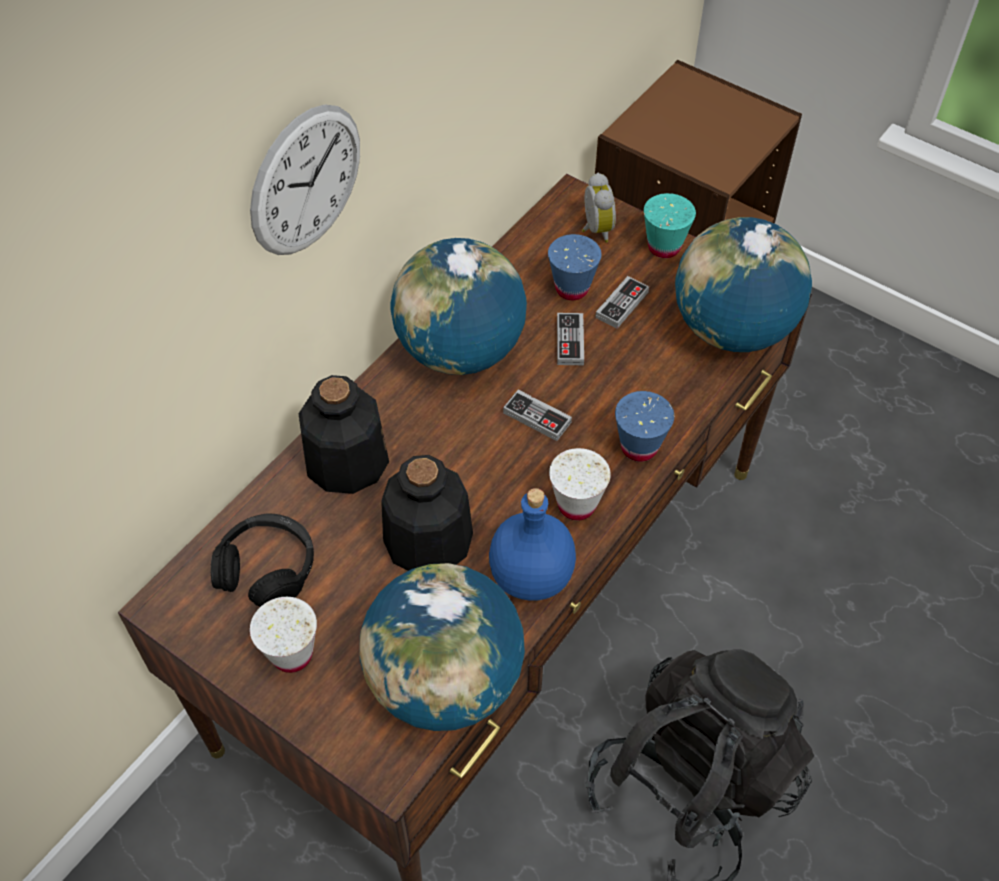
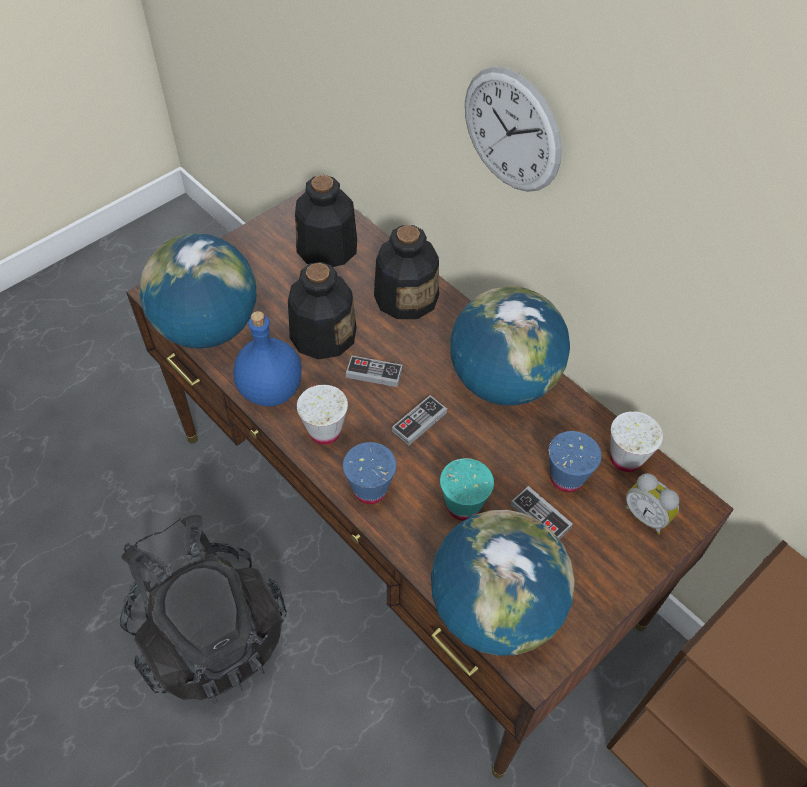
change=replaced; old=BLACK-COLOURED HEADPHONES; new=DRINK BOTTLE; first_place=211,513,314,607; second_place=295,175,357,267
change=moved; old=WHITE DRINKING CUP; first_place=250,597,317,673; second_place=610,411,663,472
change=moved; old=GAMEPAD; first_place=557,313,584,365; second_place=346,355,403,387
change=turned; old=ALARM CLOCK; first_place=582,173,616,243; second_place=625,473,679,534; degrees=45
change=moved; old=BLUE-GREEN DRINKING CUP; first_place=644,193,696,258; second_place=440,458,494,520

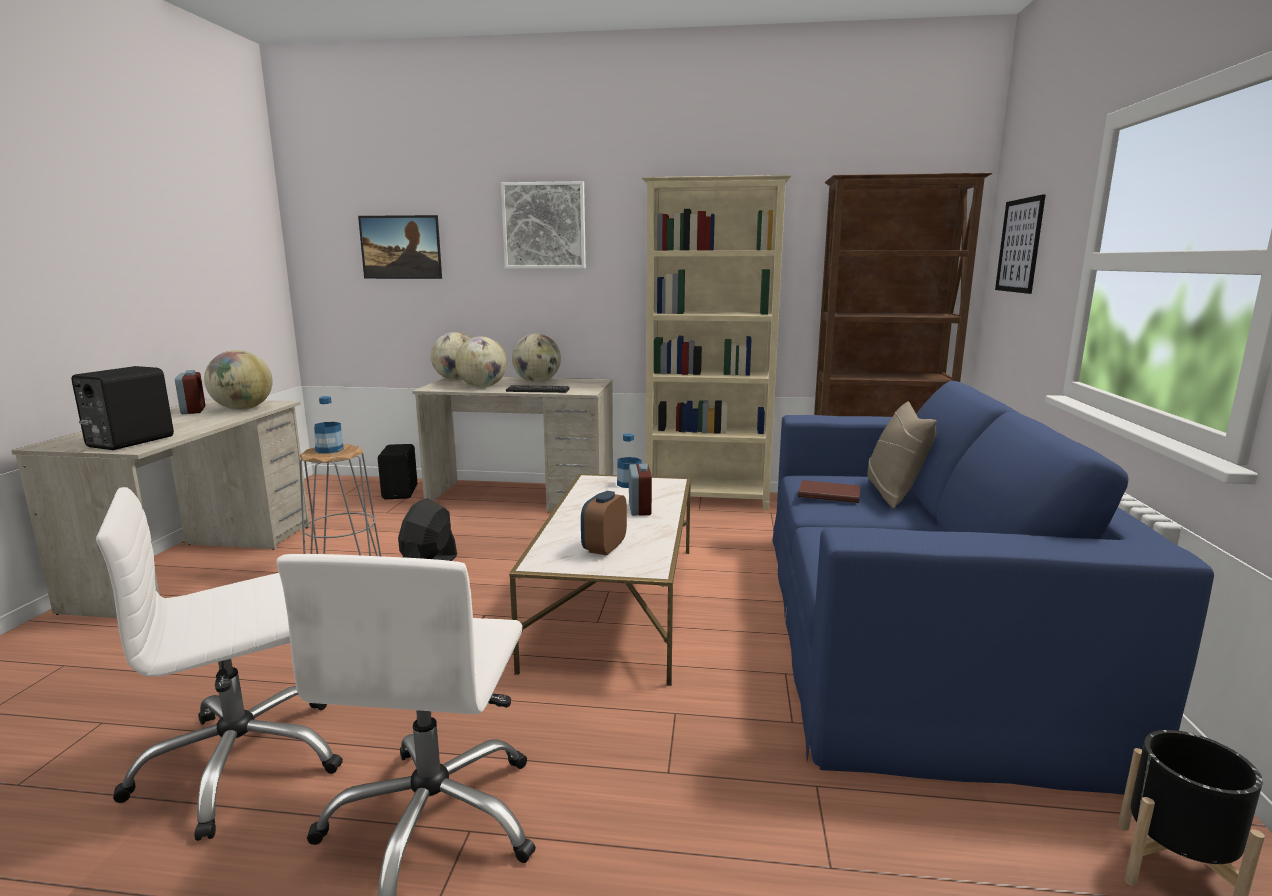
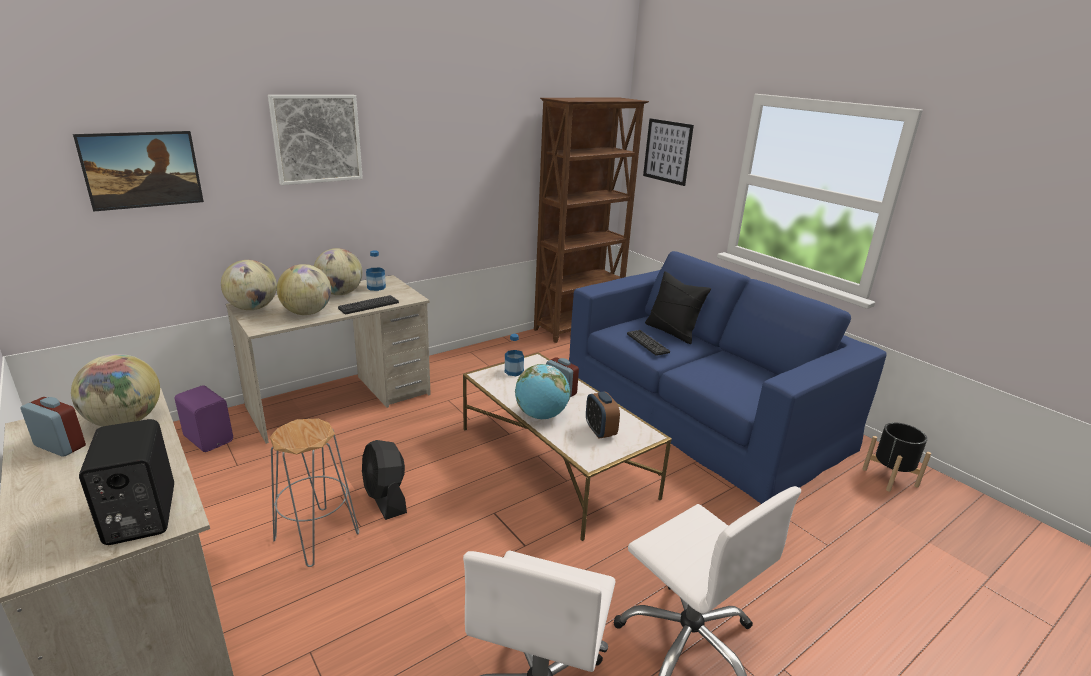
change=moved; old=DRINK BOTTLE; first_place=314,396,344,453; second_place=366,251,386,291
change=recoloured; old=BLACK-COLOURED SPEAKER; new=PURPLISH SPEAKER; first_place=378,444,417,499; second_place=175,385,233,452
change=removed; old=BEIGE BOOKSHELF; first_place=642,175,791,510
change=replaced; old=BROWN VOLUME; new=PC KEYBOARD; first_place=798,480,860,503; second_place=627,330,670,356
change=recoloured; old=BEIGE PILLOW; new=BLACK-COLOURED PILLOW; first_place=868,401,936,509; second_place=645,271,711,344
change=added; new=WORLD GLOBE; second_place=515,364,570,419

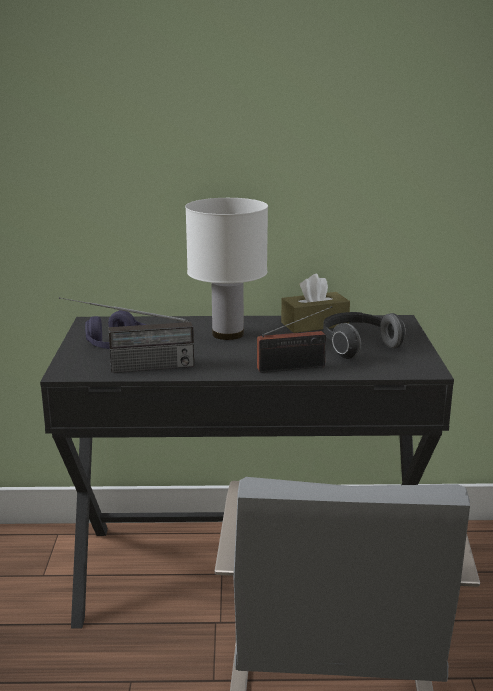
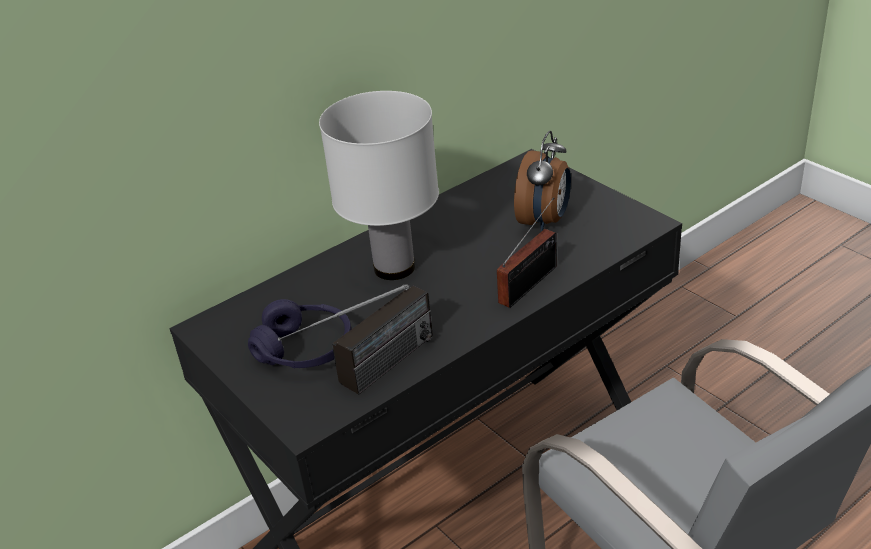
change=removed; old=BROWN BOX OF TISSUES; first_place=281,274,350,333
change=replaced; old=HEADPHONES; new=ALARM CLOCK; first_place=323,312,405,359; second_place=514,131,571,231

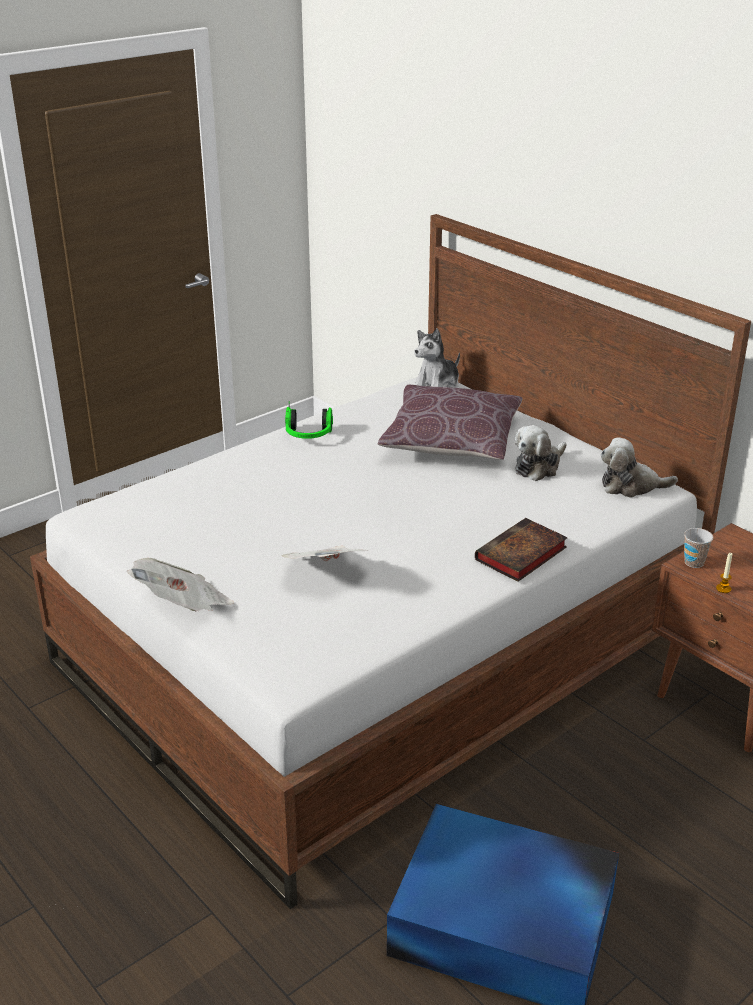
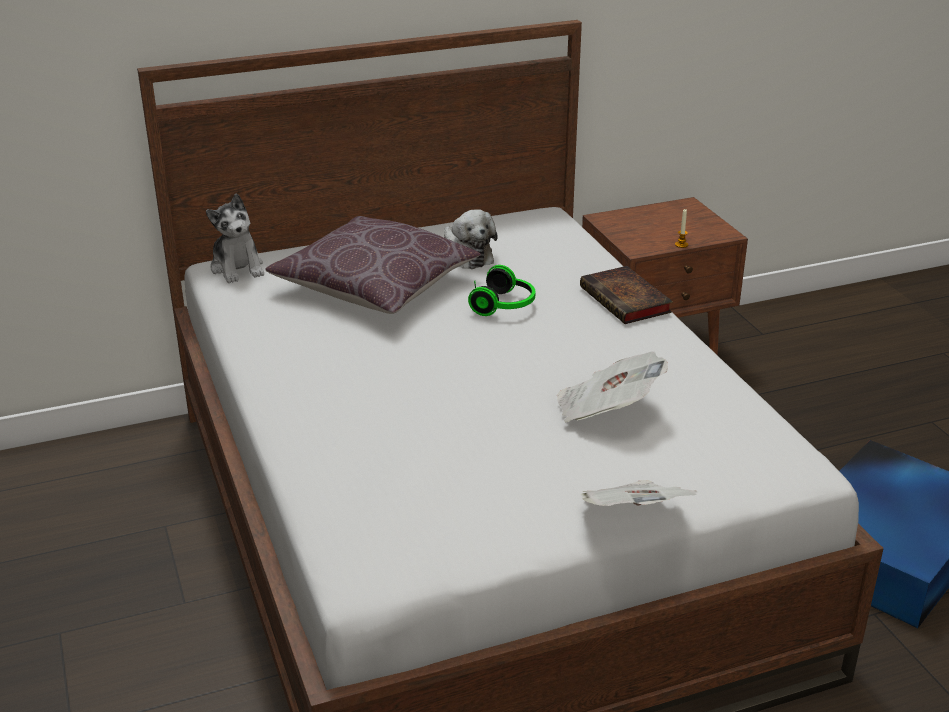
change=moved; old=HEADPHONES; first_place=285,401,333,439; second_place=468,265,535,316
change=removed; old=PLUSH TOY; first_place=600,437,678,498
change=removed; old=DRINKING CUP; first_place=684,528,713,568

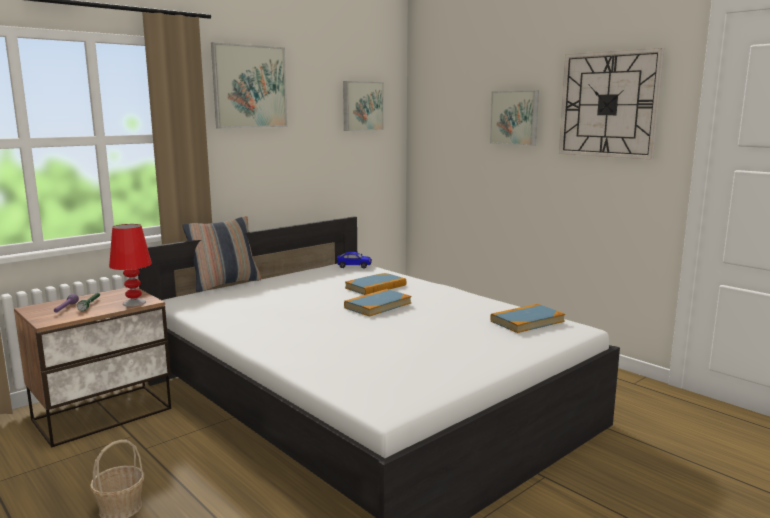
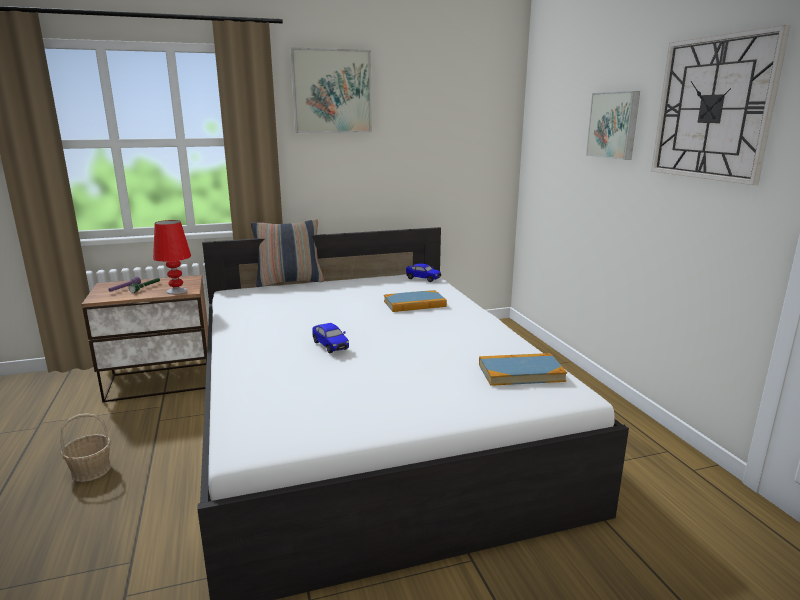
change=removed; old=PICTURE; first_place=343,81,384,131
change=removed; old=VOLUME; first_place=344,289,411,317
change=added; new=TOY CAR; second_place=312,323,349,354

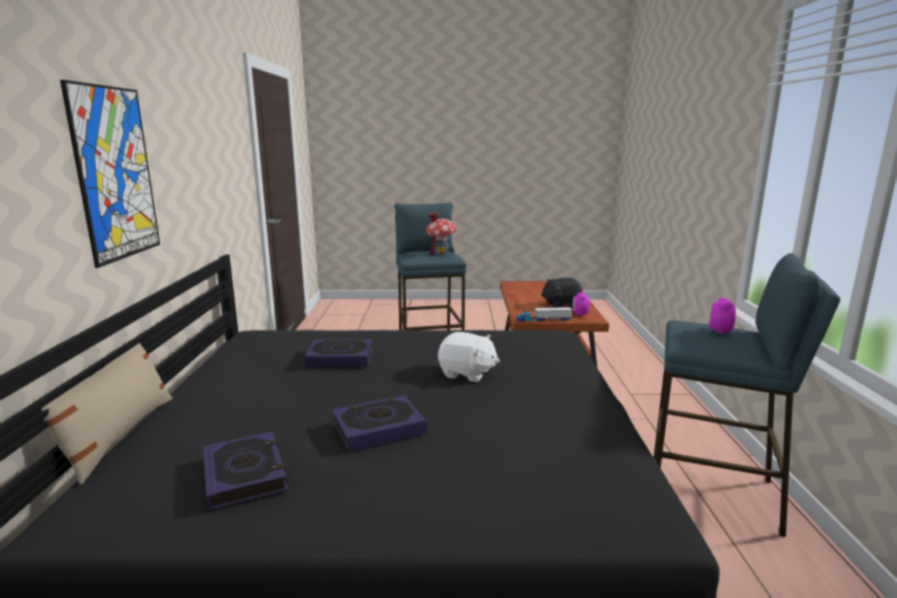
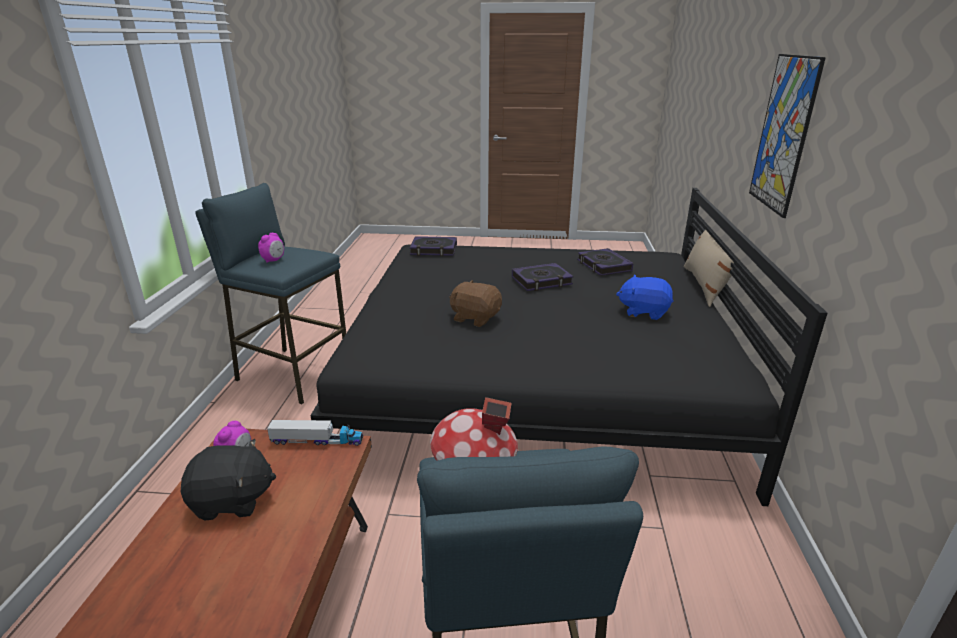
change=moved; old=VOLUME; first_place=304,338,373,367; second_place=409,236,457,256
change=recoloured; old=WHITE PLUSH TOY; new=BROWN PLUSH TOY; first_place=438,332,500,382; second_place=449,280,502,327
change=added; new=BLUISH PLUSH TOY; second_place=616,275,673,320

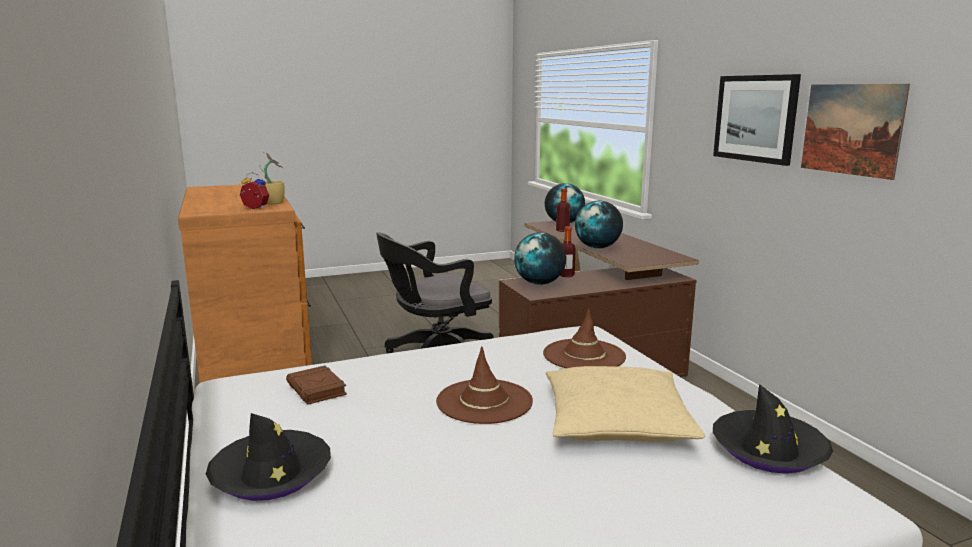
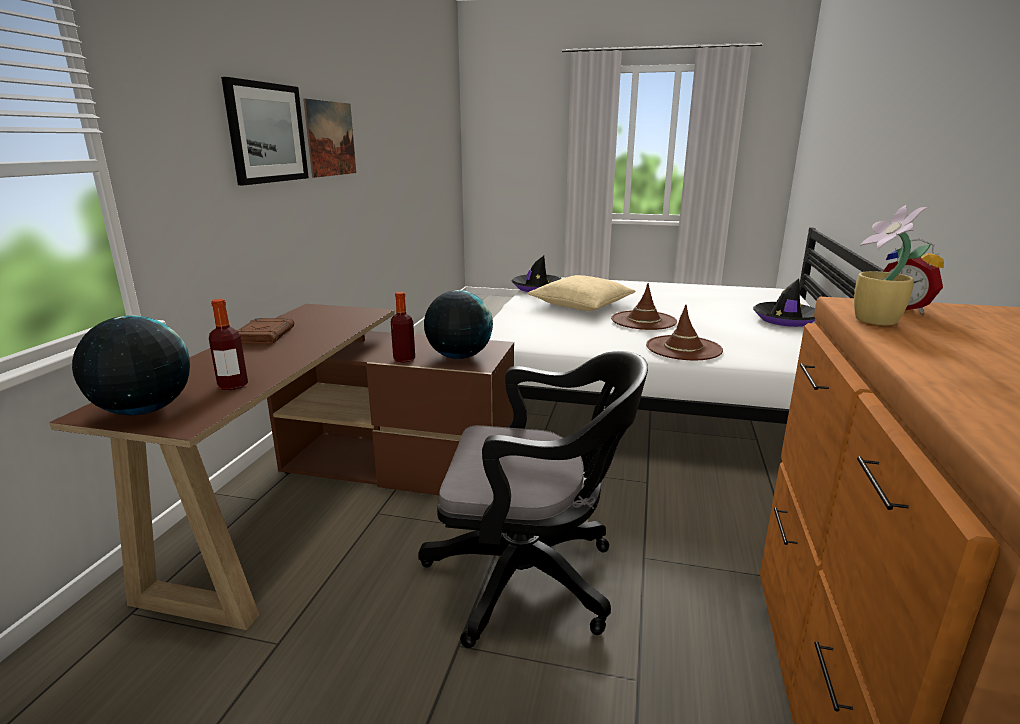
change=moved; old=BROWN VOLUME; first_place=286,366,347,405; second_place=237,318,294,344
change=moved; old=BROWN CLOTHING HAT; first_place=543,308,626,368; second_place=646,305,723,360
change=removed; old=WORLD GLOBE; first_place=575,200,623,248

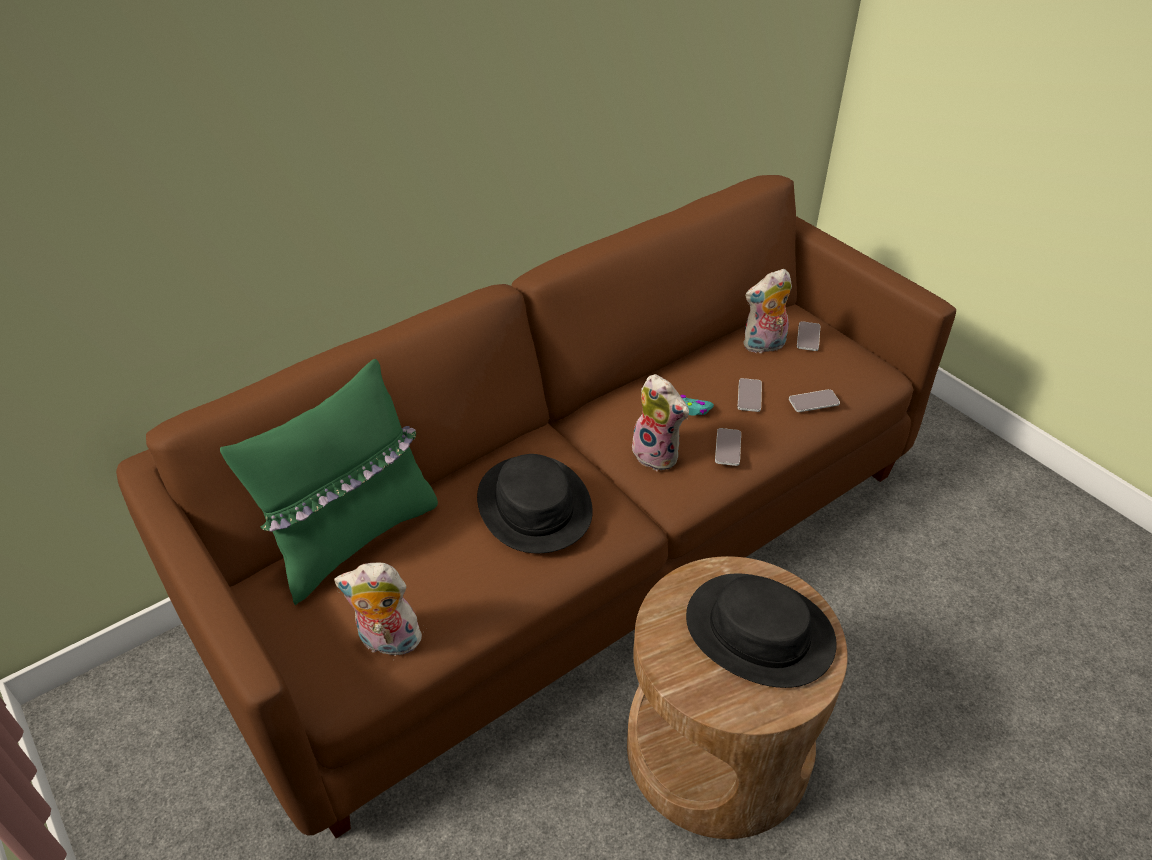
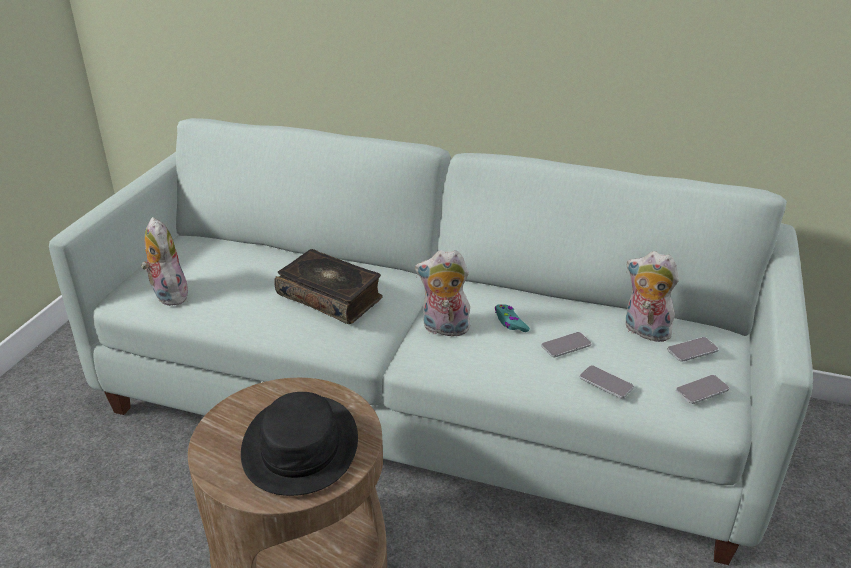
change=recoloured; old=BROWN SOFA; new=WHITE SOFA; first_place=116,175,956,838; second_place=49,118,813,565
change=removed; old=GREENISH PILLOW; first_place=220,359,438,605
change=replaced; old=BLACK-COLOURED CLOTHING HAT; new=VOLUME; first_place=477,454,593,553; second_place=274,249,383,324
change=turned; old=PLUSH TOY; first_place=632,374,689,471; second_place=415,250,472,336; degrees=90
change=moved; old=PHONE; first_place=715,428,741,466; second_place=676,375,729,404

